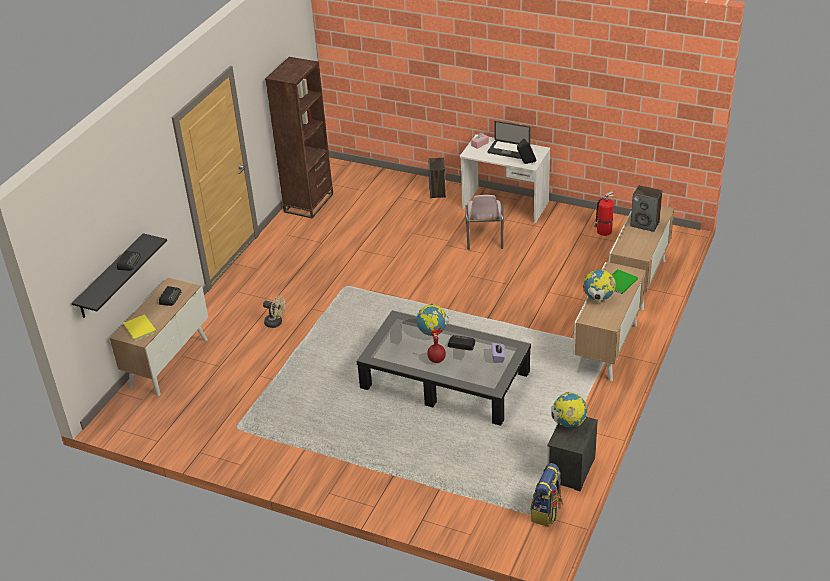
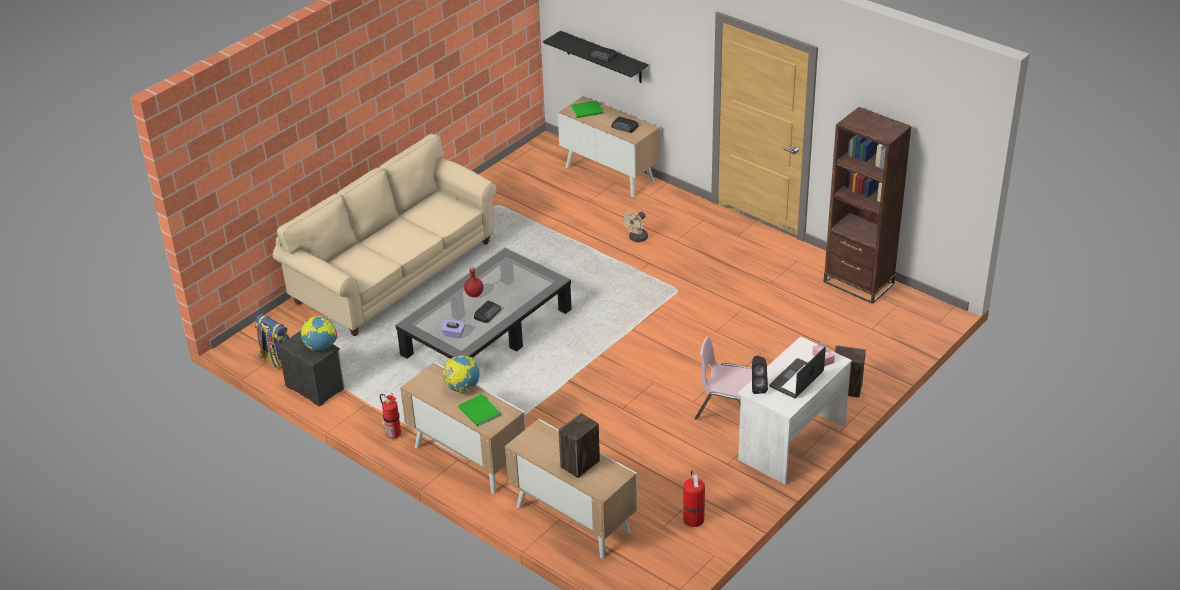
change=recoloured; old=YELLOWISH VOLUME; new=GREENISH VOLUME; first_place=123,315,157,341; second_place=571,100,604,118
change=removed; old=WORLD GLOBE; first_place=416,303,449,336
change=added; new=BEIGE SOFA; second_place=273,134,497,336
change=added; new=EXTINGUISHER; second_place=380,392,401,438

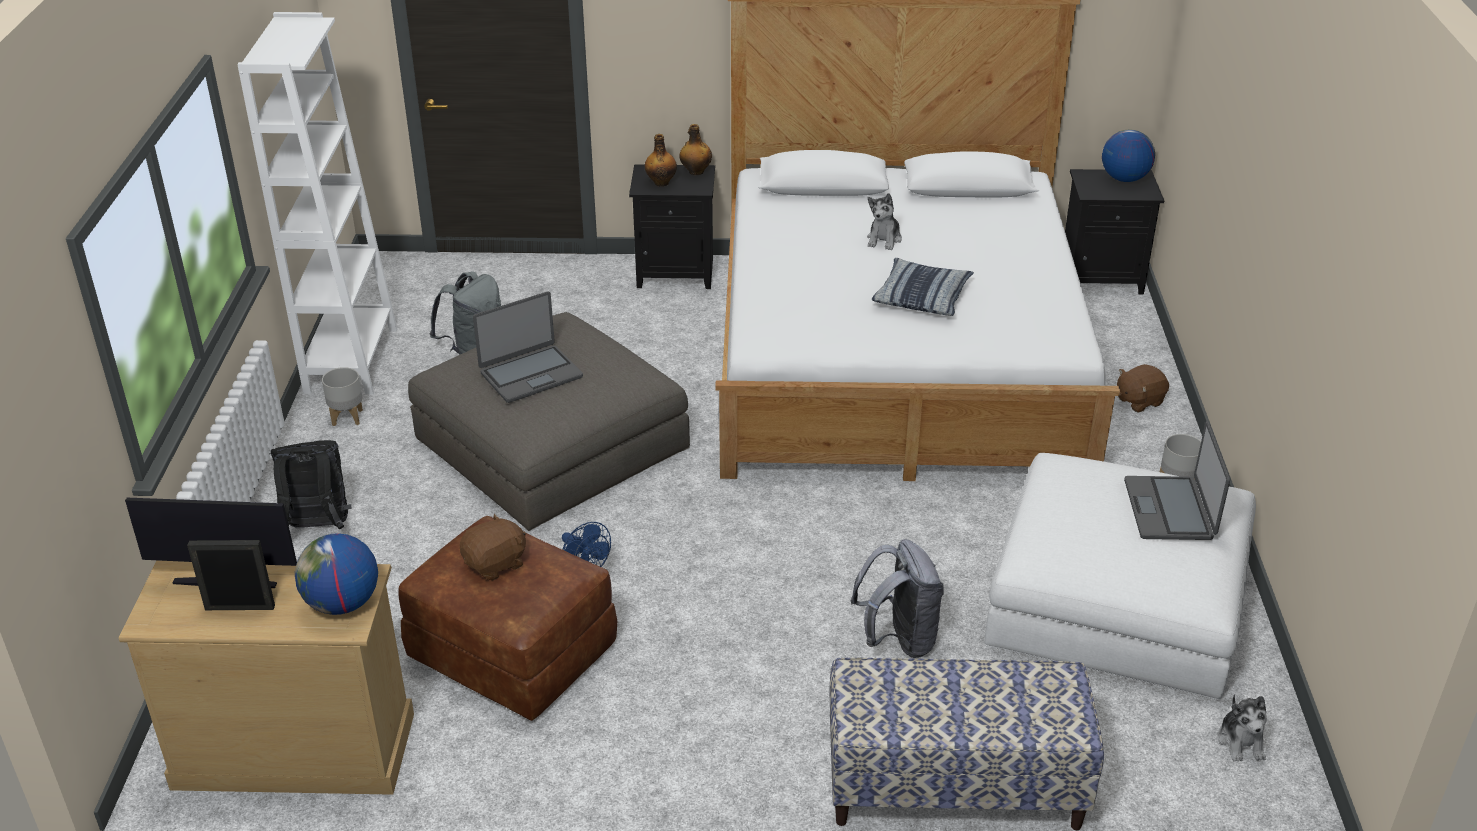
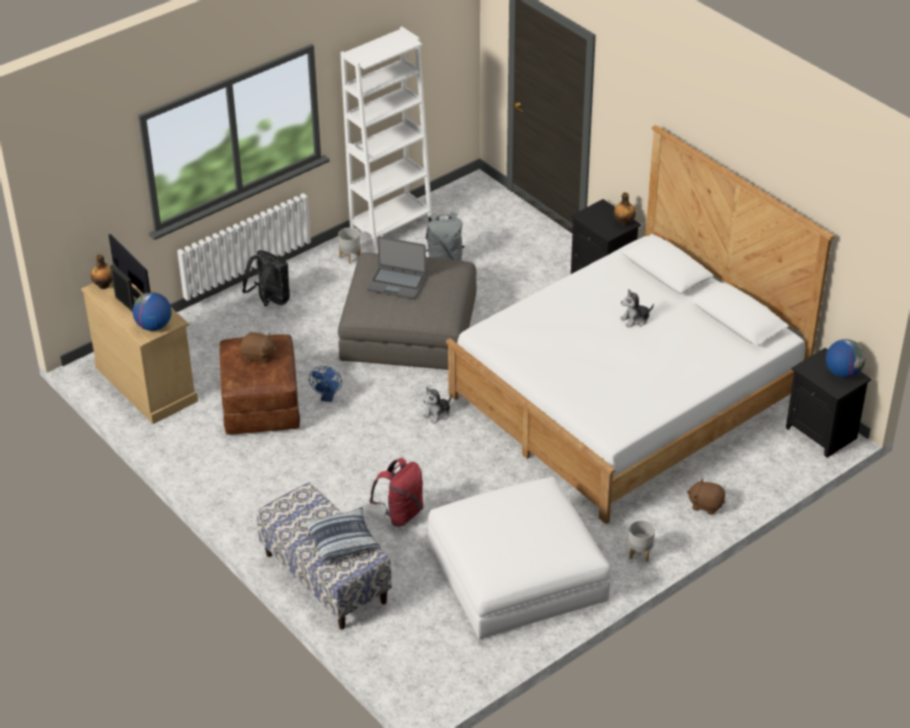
change=moved; old=DRINK BOTTLE; first_place=645,134,677,187; second_place=91,254,113,289
change=recoloured; old=GREYISH BACKPACK; new=RED-COLOURED BACKPACK; first_place=851,539,944,658; second_place=369,458,423,527
change=moved; old=PILLOW; first_place=872,258,974,316; second_place=305,507,381,563
change=removed; old=LAPTOP; first_place=1124,421,1230,540
change=moved; old=PLUSH TOY; first_place=1218,694,1267,762; second_place=423,387,452,424

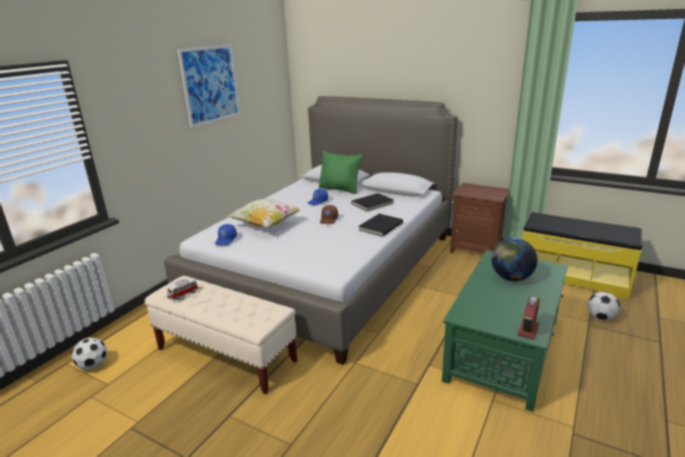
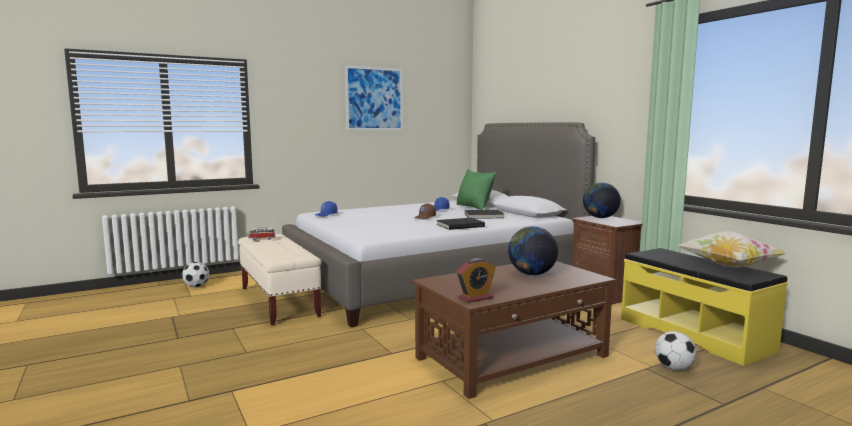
change=moved; old=PILLOW; first_place=228,199,301,228; second_place=677,231,786,268
change=recoloured; old=GREENISH LOUNGE TABLE; new=BROWN LOUNGE TABLE; first_place=442,250,568,412; second_place=412,261,616,399
change=added; new=WORLD GLOBE; second_place=583,183,621,218

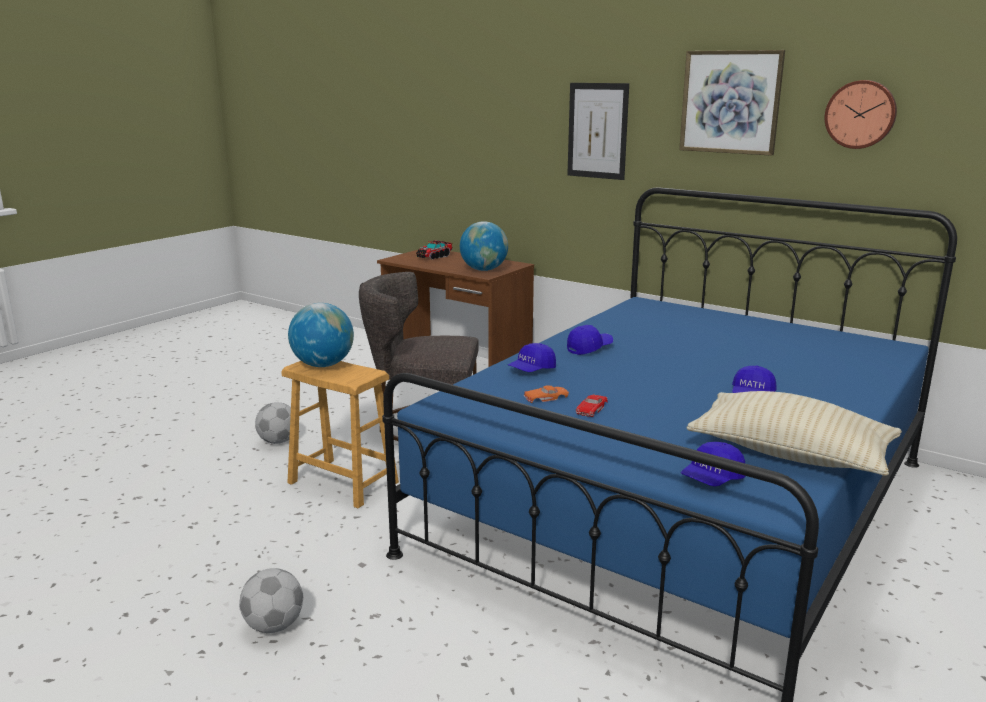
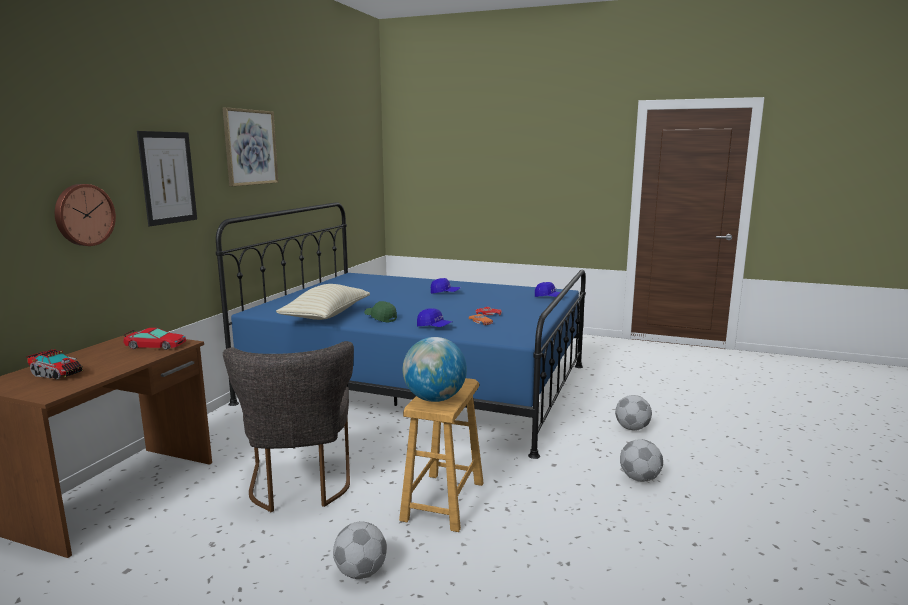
change=replaced; old=WORLD GLOBE; new=TOY CAR; first_place=460,221,508,271; second_place=123,328,186,350
change=recoloured; old=BLUISH BASEBALL CAP; new=GREENISH BASEBALL CAP; first_place=567,325,613,355; second_place=364,301,397,323
change=moved; old=BEIGE PILLOW; first_place=686,391,902,476; second_place=276,284,370,320
change=moved; old=WALL CLOCK; first_place=825,80,897,149; second_place=55,184,116,246
change=added; new=FOOTBALL BALL; second_place=615,395,652,431

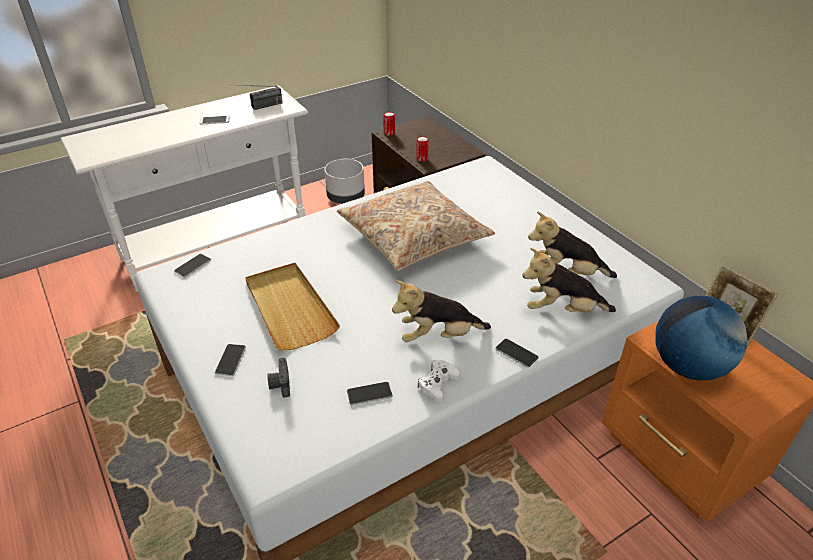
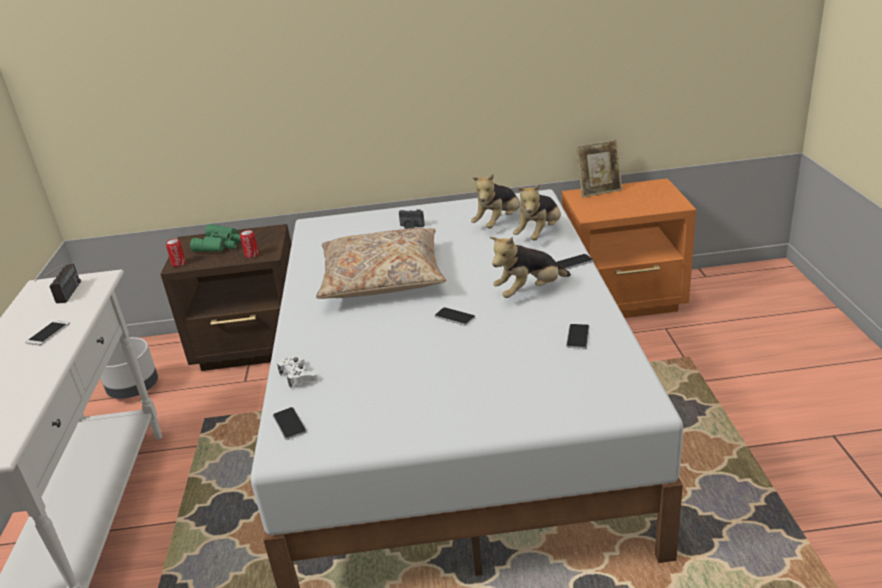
change=moved; old=PHONE; first_place=215,344,246,376; second_place=434,307,475,326
change=removed; old=BEIGE CARRYING TRAY; first_place=245,263,340,350
change=moved; old=STILL CAMERA; first_place=267,358,290,397; second_place=399,209,425,229
change=turned; old=PLUSH TOY; first_place=392,280,491,342; second_place=490,237,571,298; degrees=45
change=moved; old=WHITE GAMEPAD; first_place=418,360,459,402; second_place=277,356,318,388
change=removed; old=WORLD GLOBE; first_place=656,296,749,380
change=added; new=GREENISH BINOCULARS; second_place=190,224,241,252

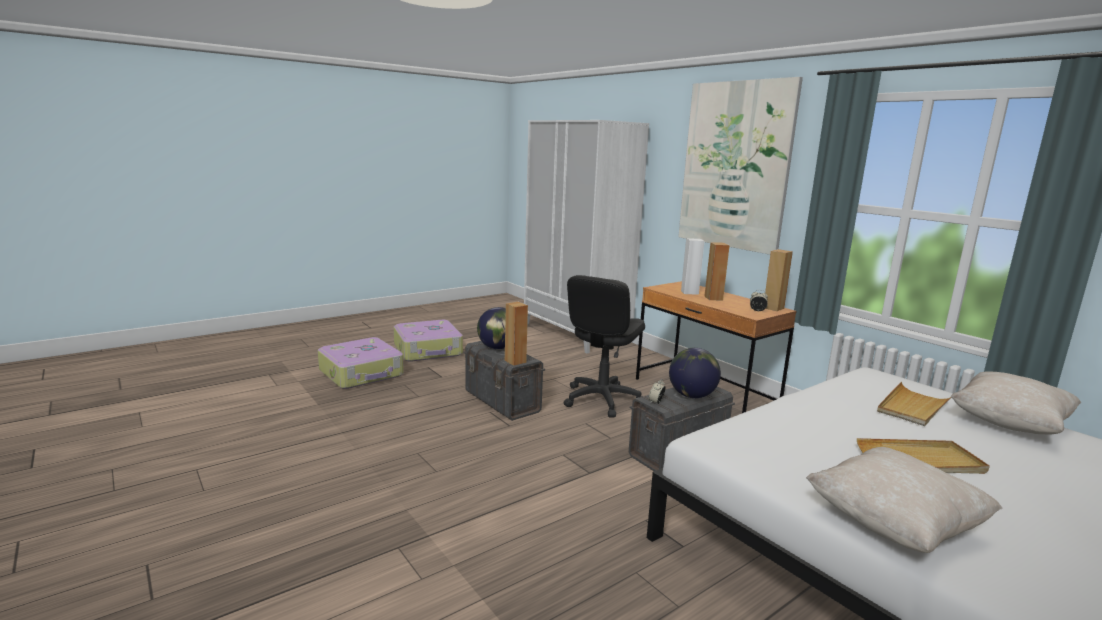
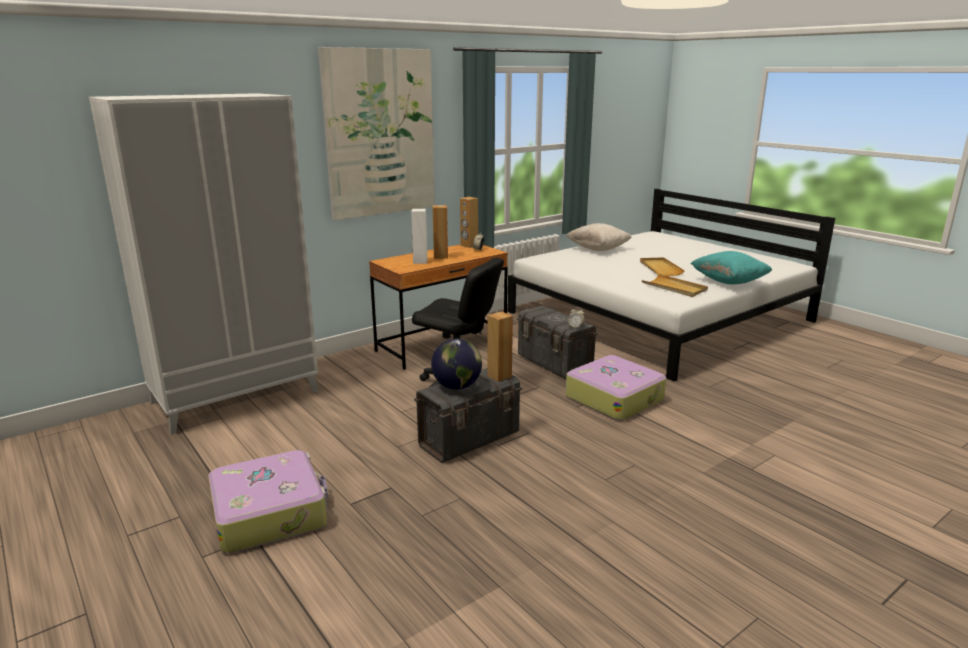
change=moved; old=TRAVEL CASE; first_place=318,337,404,389; second_place=566,355,666,421
change=removed; old=WORLD GLOBE; first_place=669,348,721,398
change=recoloured; old=BEIGE PILLOW; new=BLUE-GREEN PILLOW; first_place=806,447,1003,553; second_place=691,251,772,284
change=moved; old=BEIGE CARRYING TRAY; first_place=877,382,951,426; second_place=642,274,708,297

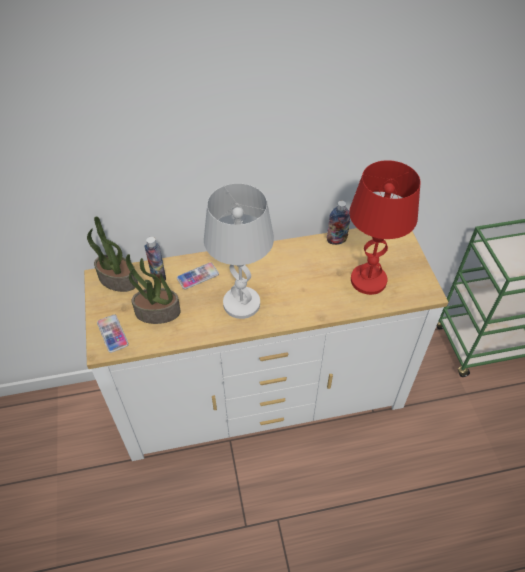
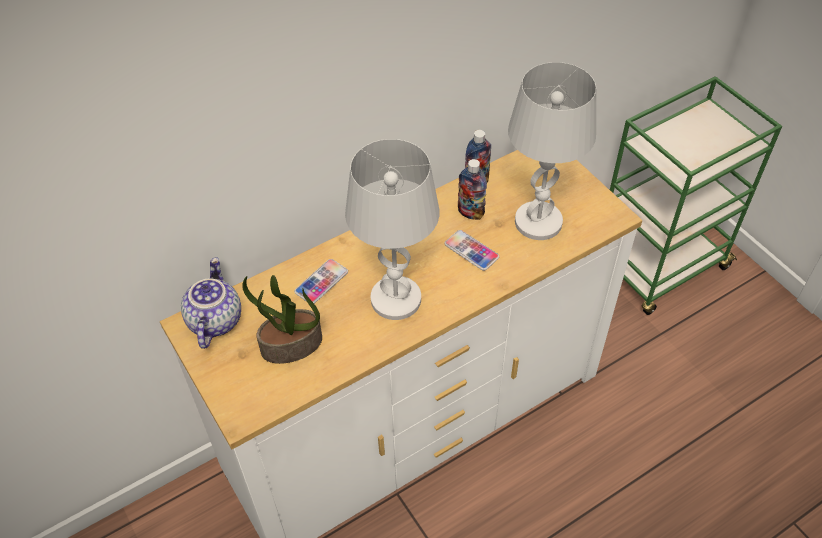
change=replaced; old=HOUSEPLANT; new=POT FOR TEA; first_place=87,217,138,292; second_place=181,257,241,349
change=moved; old=PHONE; first_place=97,314,129,353; second_place=444,230,499,271
change=moved; old=DRINK BOTTLE; first_place=144,237,166,283; second_place=458,159,487,220
change=recoloured; old=RED-COLOURED TABLE LAMP; new=WHITE TABLE LAMP; first_place=349,160,420,295; second_place=508,62,596,240

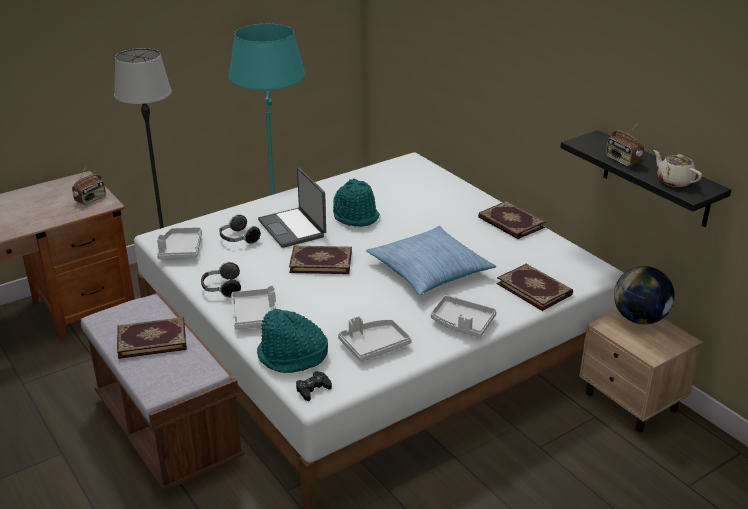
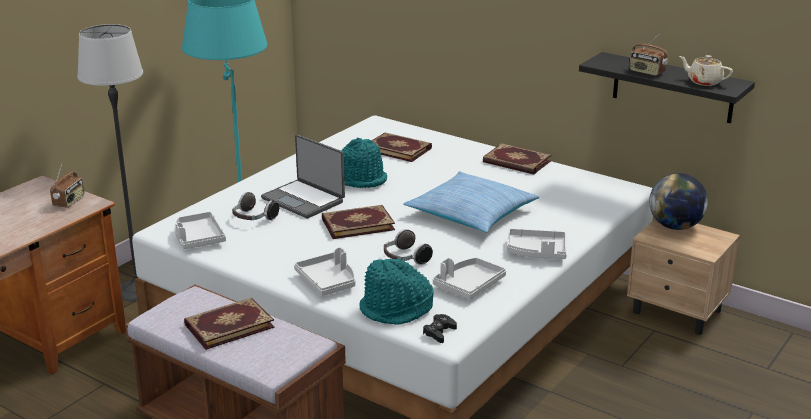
change=moved; old=HEADPHONES; first_place=201,261,241,298; second_place=384,229,433,265
change=moved; old=VOLUME; first_place=497,264,573,311; second_place=372,132,432,162

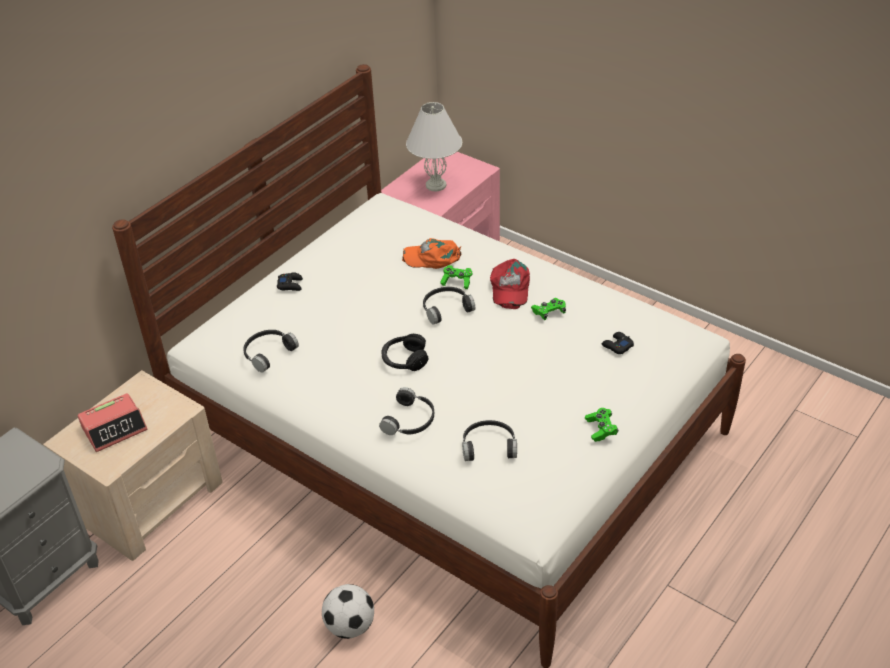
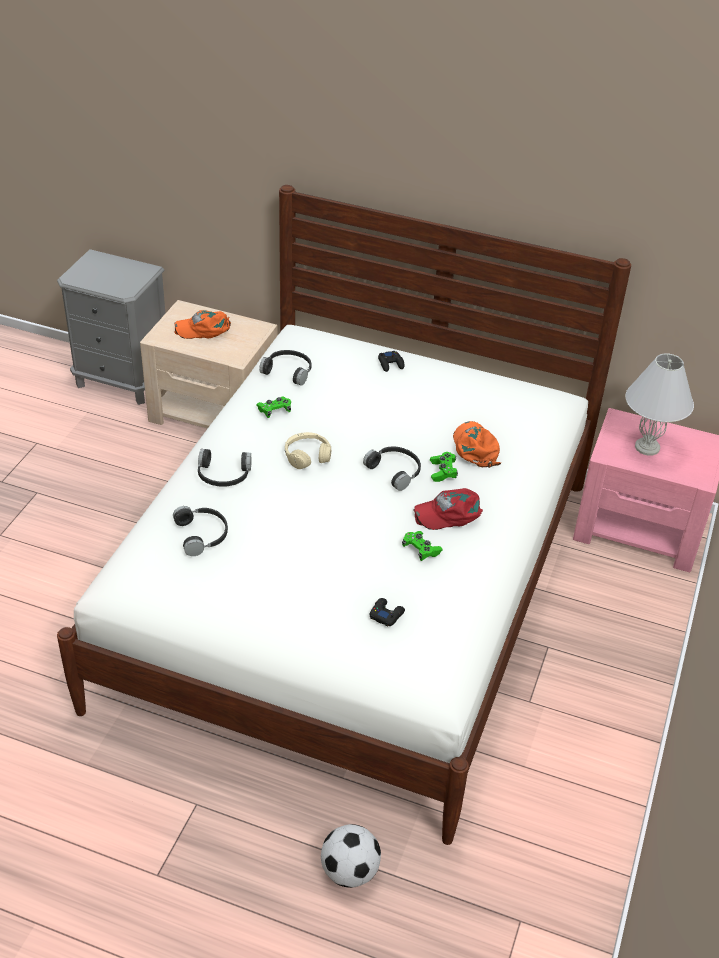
change=replaced; old=ALARM CLOCK; new=ORANGE BASEBALL CAP; first_place=78,393,147,452; second_place=174,310,231,339
change=moved; old=FOOTBALL BALL; first_place=322,584,374,639; second_place=321,824,381,888
change=recoloured; old=BLACK-COLOURED HEADPHONES; new=BEIGE HEADPHONES; first_place=381,334,428,371; second_place=285,432,331,469
change=moved; old=GREENISH GAMEPAD; first_place=585,408,618,442; second_place=257,397,291,418

